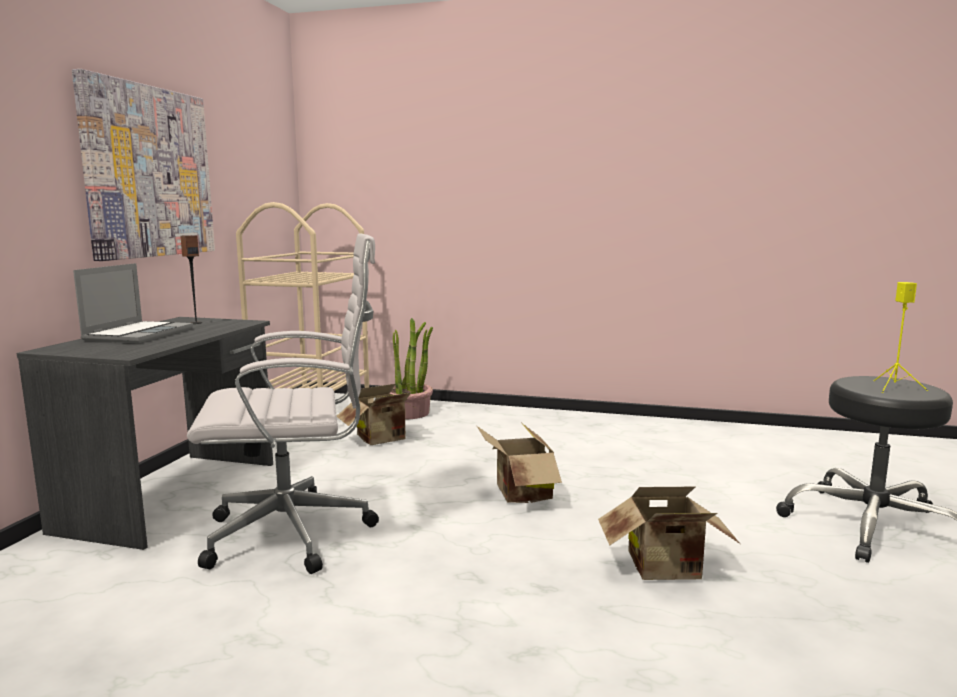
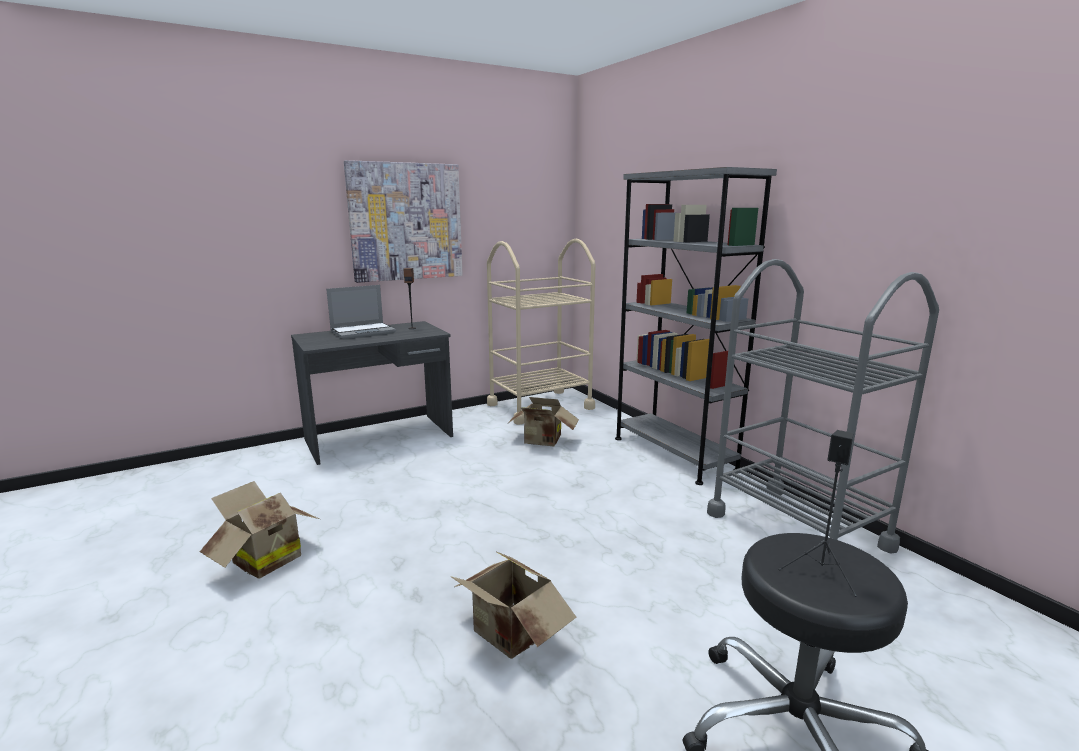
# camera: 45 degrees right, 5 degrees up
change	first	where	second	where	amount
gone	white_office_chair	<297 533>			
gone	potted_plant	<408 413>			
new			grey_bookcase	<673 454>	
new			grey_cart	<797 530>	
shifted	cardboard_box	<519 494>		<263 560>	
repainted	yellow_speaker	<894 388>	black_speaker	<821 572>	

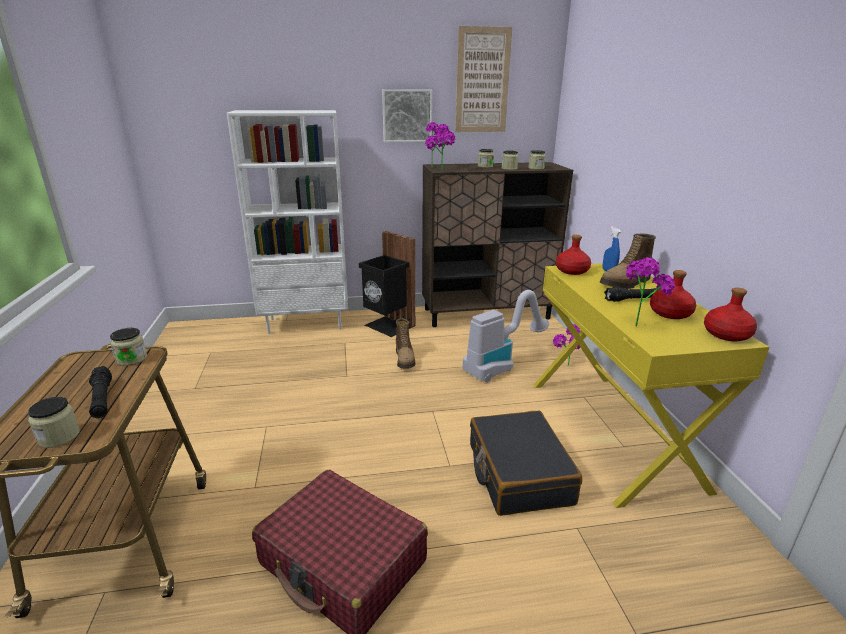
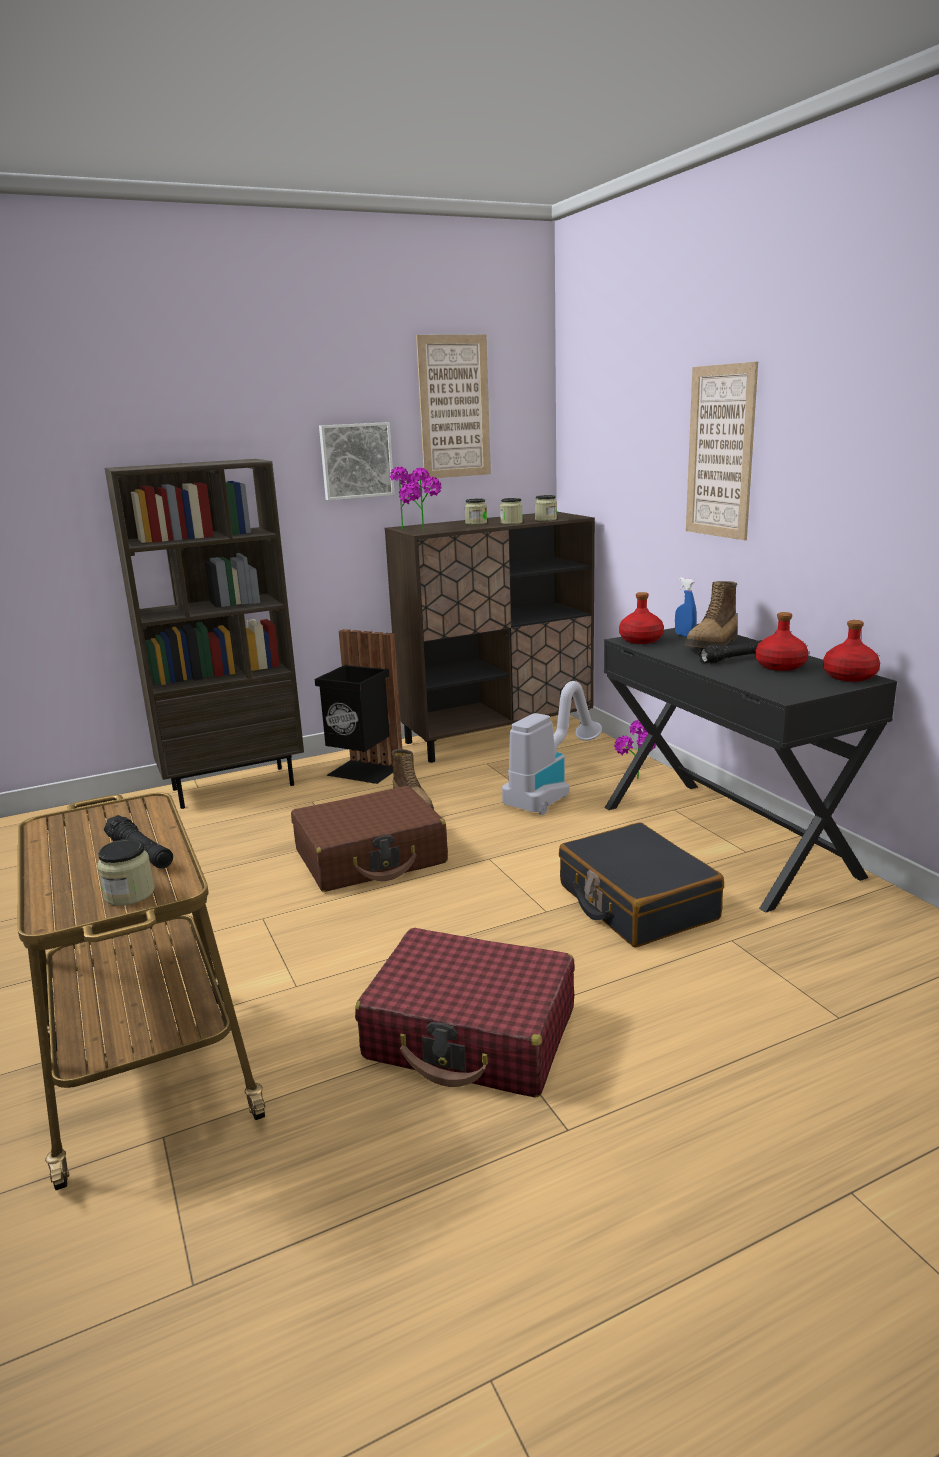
# camera: 15 degrees left, 5 degrees down
change	first	where	second	where	amount
gone	jar	<131 359>			
gone	potted_plant	<638 323>			
new			brown_suitcase	<371 857>	
new			picture	<720 452>	
repainted	white_bookcase	<306 323>	brown_bookcase	<234 786>	
repainted	yellow_desk	<612 431>	black_desk	<726 839>	

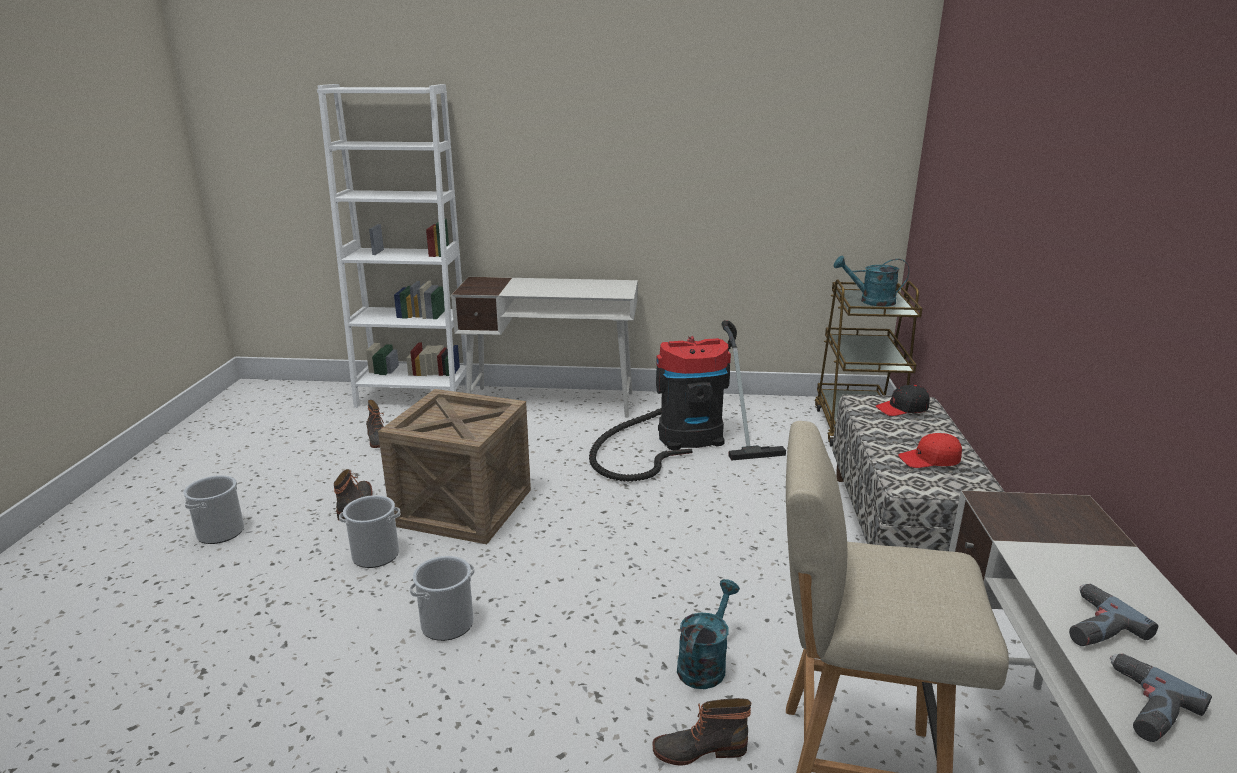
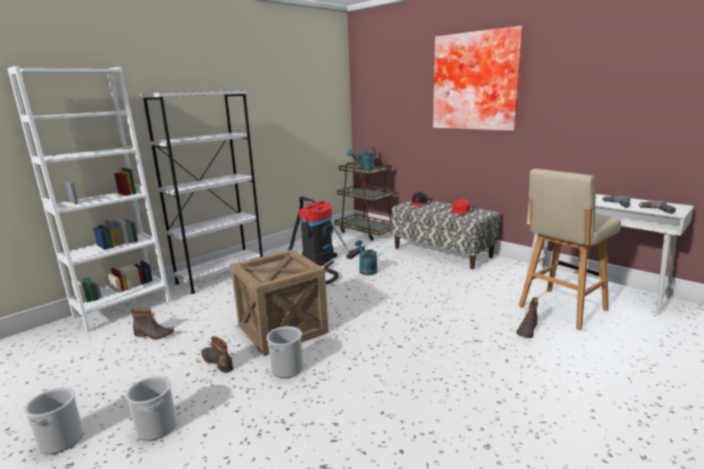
# camera: 50 degrees left, 5 degrees down
change	first	where	second	where	amount
new			picture	<476 81>	
shifted	bucket	<447 624>		<61 440>	
shifted	turquoise_watering_can	<705 663>		<366 270>	
swapped	white_desk	<552 402>	white_bookcase	<221 275>	

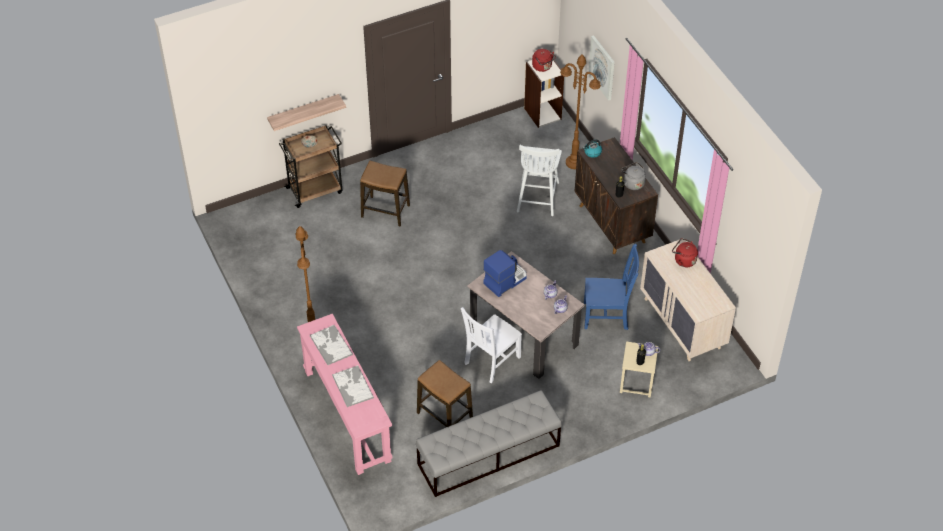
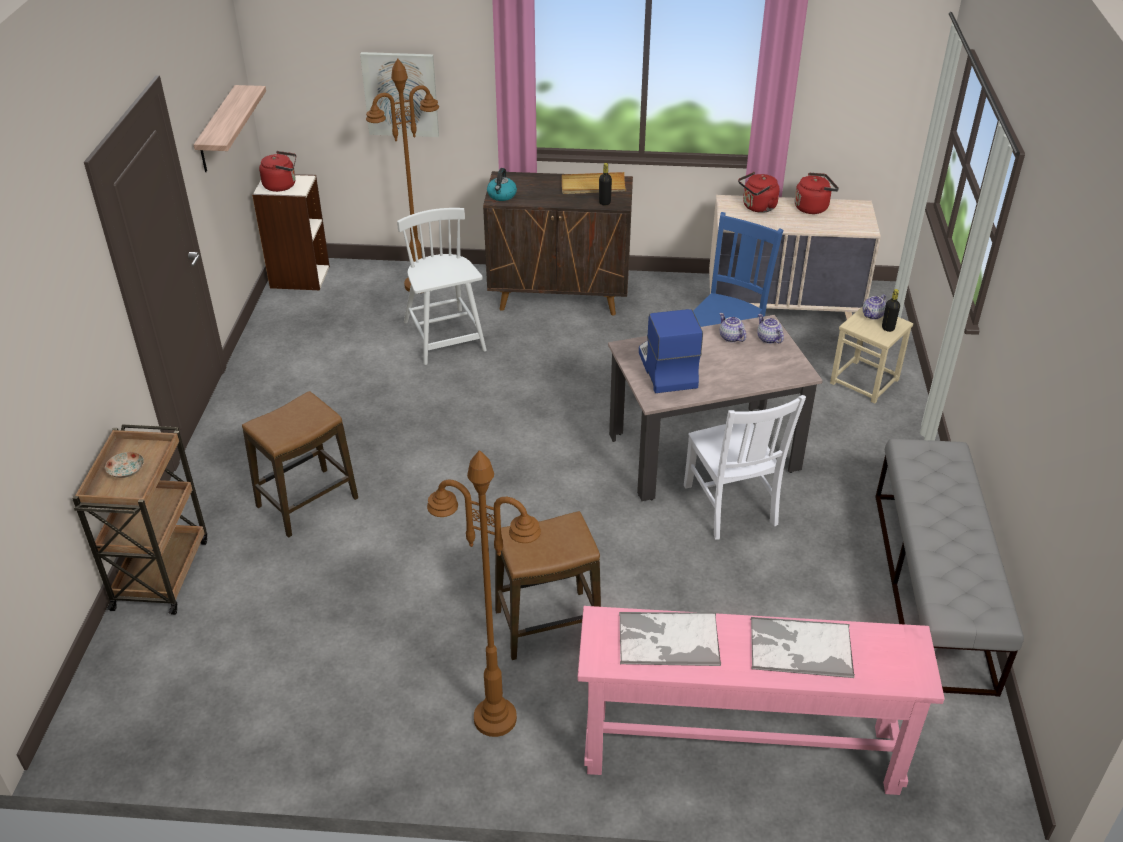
# camera: 60 degrees left, 10 degrees down
change	first	where	second	where	amount
new			red_kettle	<813 207>	
shifted	shelf	<304 112>		<218 130>	
shifted	stool	<444 416>		<547 625>	
swapped	grey_kettle	<632 183>	beige_tray	<593 186>	
rotated	white_chair	<537 196>		<444 337>	150 degrees counterclockwise

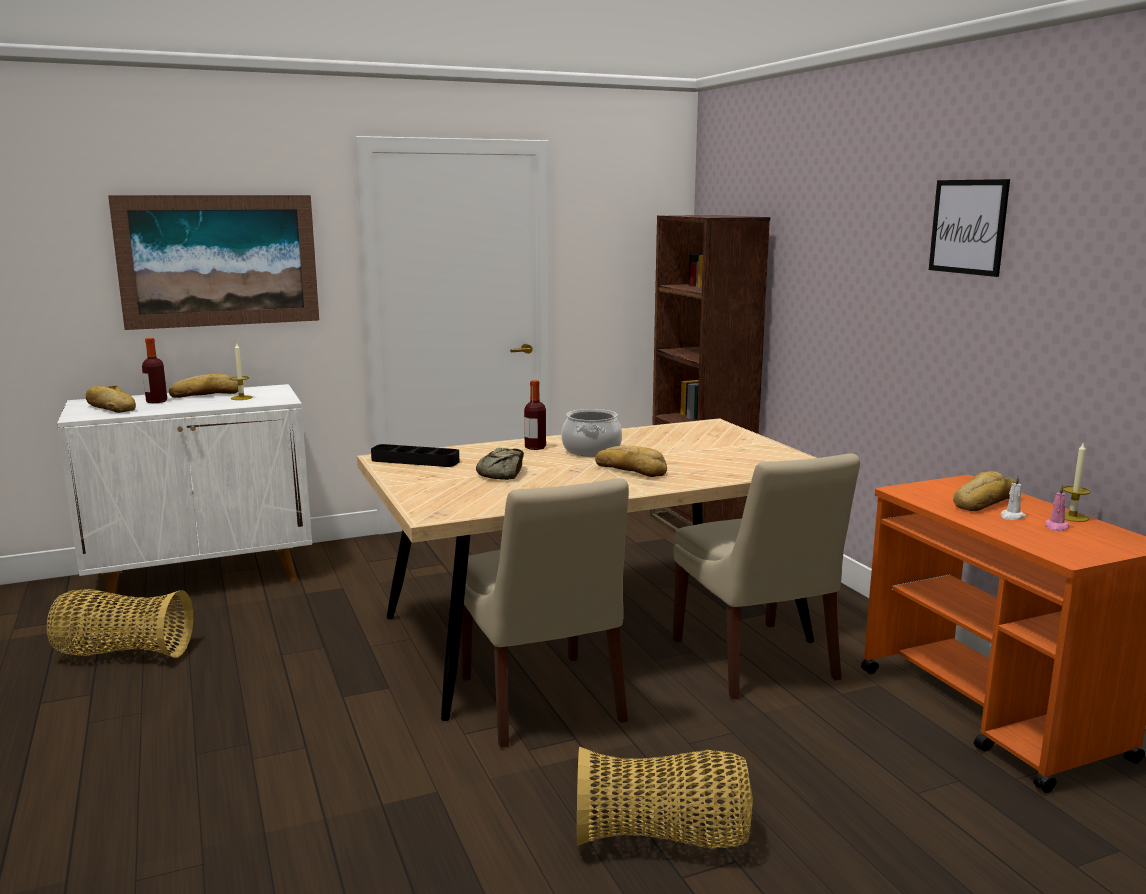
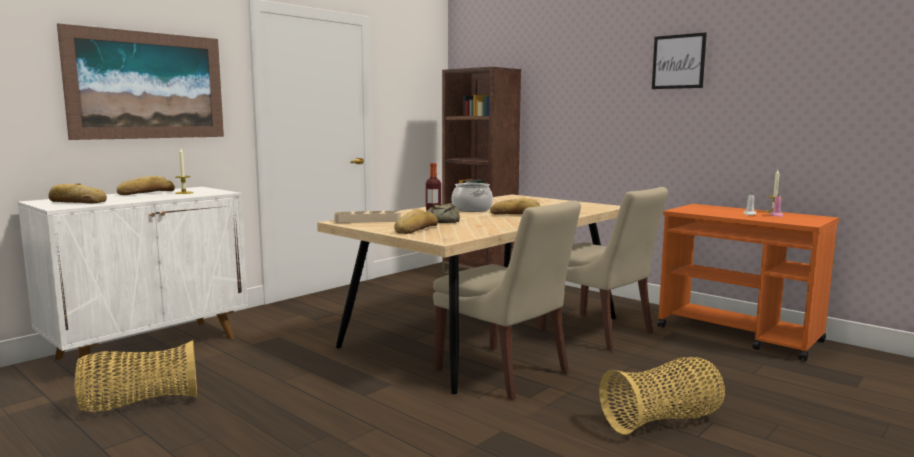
# camera: 25 degrees left, 5 degrees down
change	first	where	second	where	amount
gone	bottle	<156 401>			
shifted	bread	<983 501>		<414 229>	
repainted	black_tray	<415 461>	beige_tray	<367 221>	

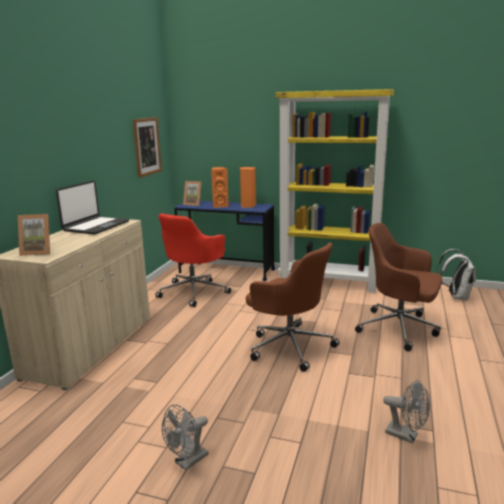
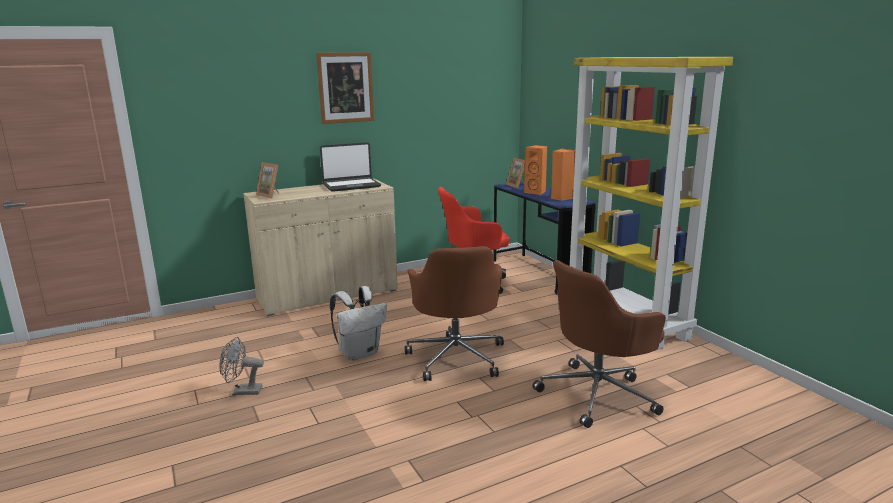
# camera: 45 degrees right, 0 degrees up
change	first	where	second	where	amount
gone	grey_fan	<406 435>			
shifted	picture	<147 146>		<345 87>	
shifted	white_backpack	<456 296>		<360 353>	
rotated	brown_office_chair	<399 328>		<598 394>	105 degrees counterclockwise

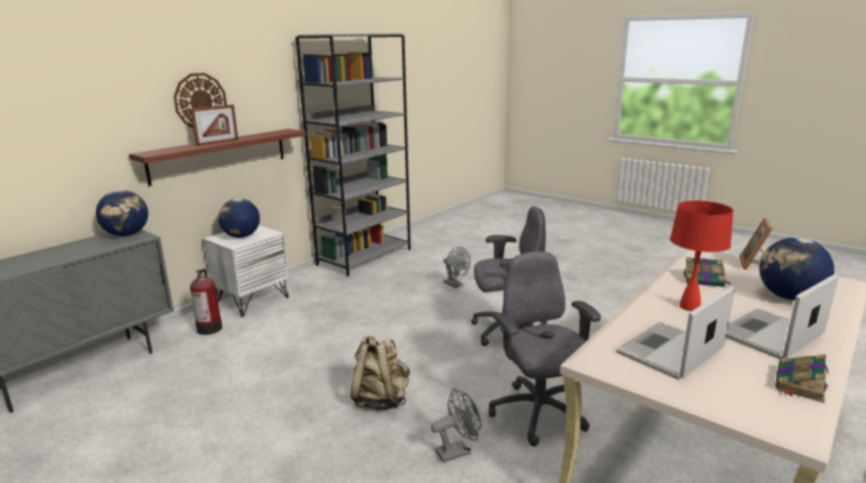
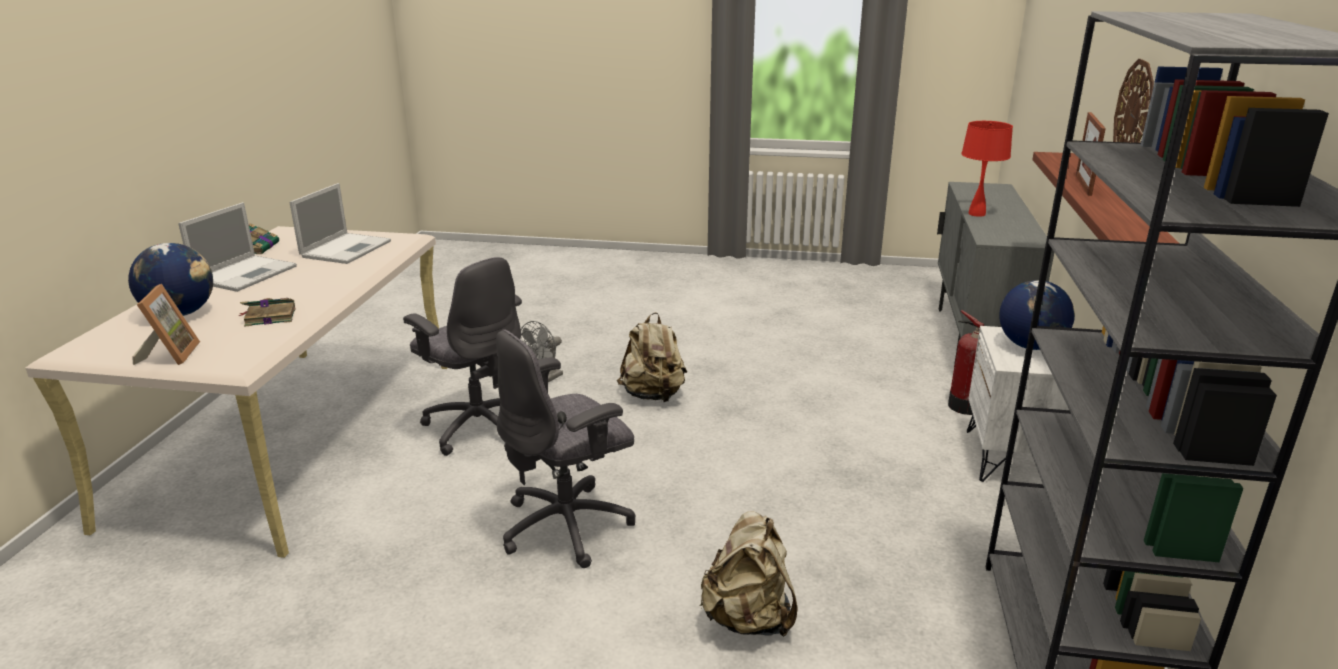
# camera: 150 degrees right, 5 degrees up
change	first	where	second	where	amount
gone	globe	<127 235>			
shifted	red_table_lamp	<689 307>		<976 214>	
swapped	grey_fan	<456 285>	beige_backpack	<748 619>	

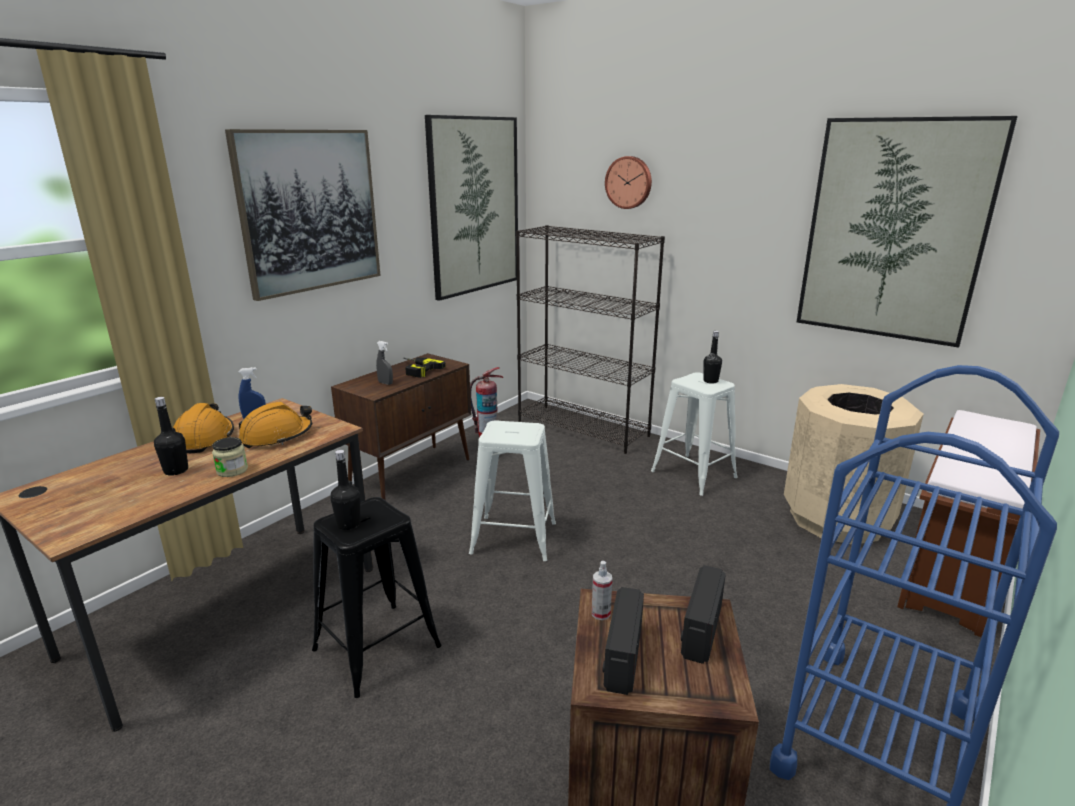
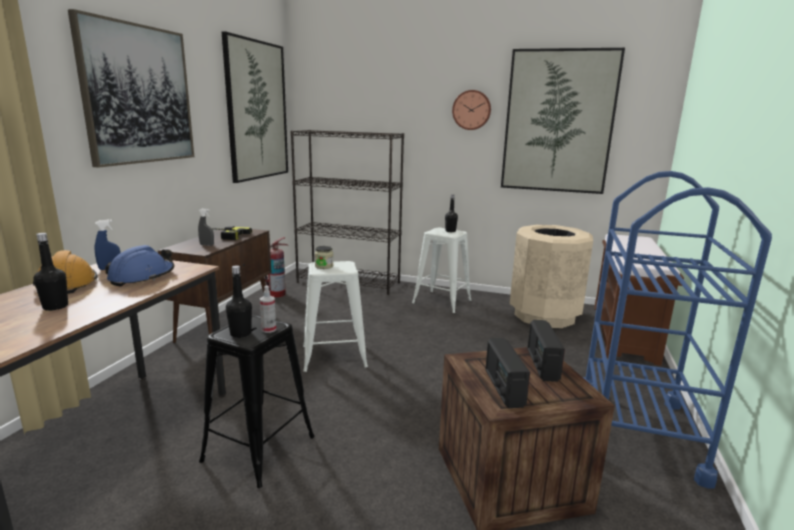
# camera: 20 degrees left, 5 degrees down
change	first	where	second	where	amount
shifted	jar	<232 470>		<324 266>	
shifted	spray_bottle	<600 613>		<269 329>	
shifted	wall_clock	<629 182>		<471 110>	
repainted	orange_hard_hat	<276 436>	blue_hard_hat	<142 277>	

